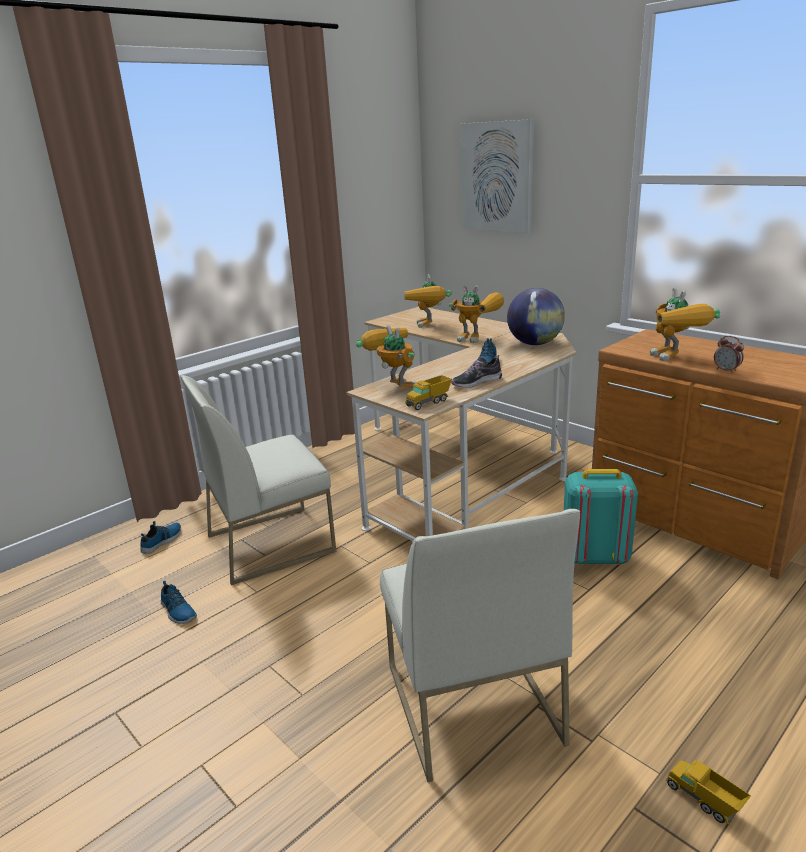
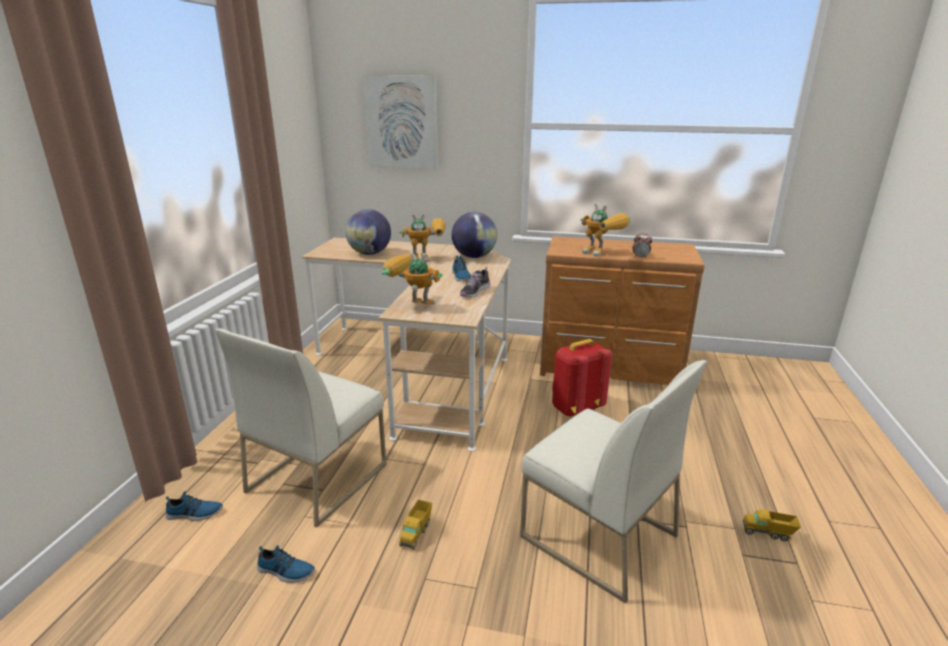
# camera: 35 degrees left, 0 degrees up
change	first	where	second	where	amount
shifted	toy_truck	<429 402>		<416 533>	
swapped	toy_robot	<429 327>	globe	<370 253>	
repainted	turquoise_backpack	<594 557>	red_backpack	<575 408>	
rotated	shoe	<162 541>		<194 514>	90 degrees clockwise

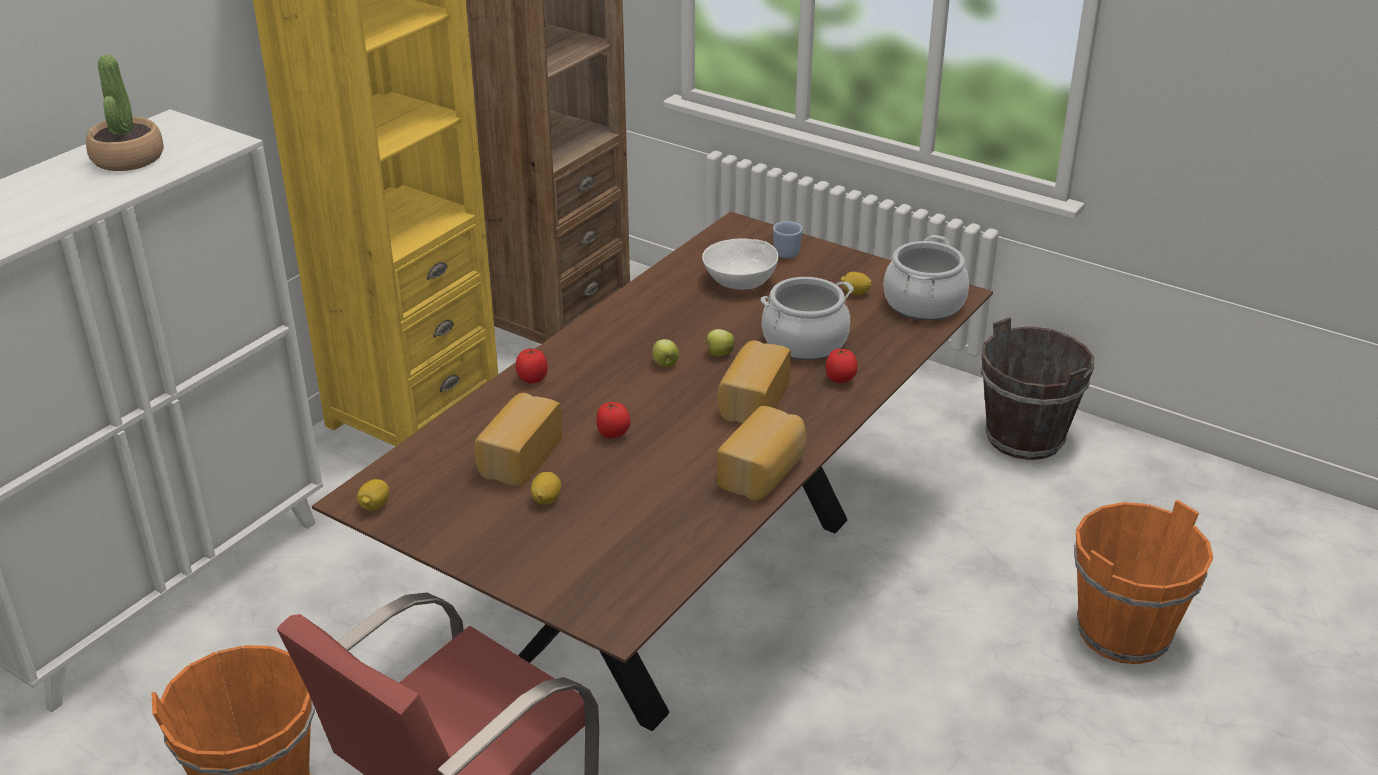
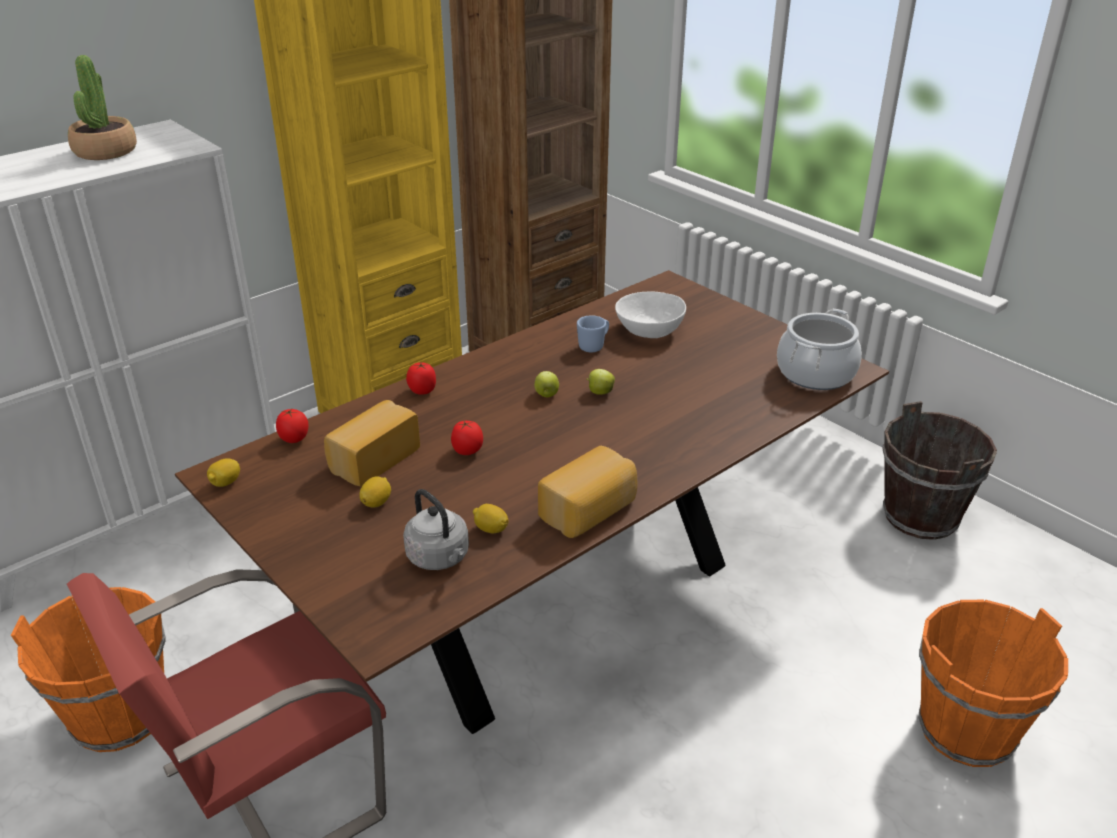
# camera: 15 degrees right, 0 degrees up
change	first	where	second	where	amount
gone	bread	<752 401>			
gone	cooking_pot	<805 342>			
new			grey_kettle	<440 558>	
shifted	blue_mug	<789 252>		<594 346>	
shifted	tomato	<840 380>		<294 440>	
shifted	lemon	<855 293>		<491 529>	

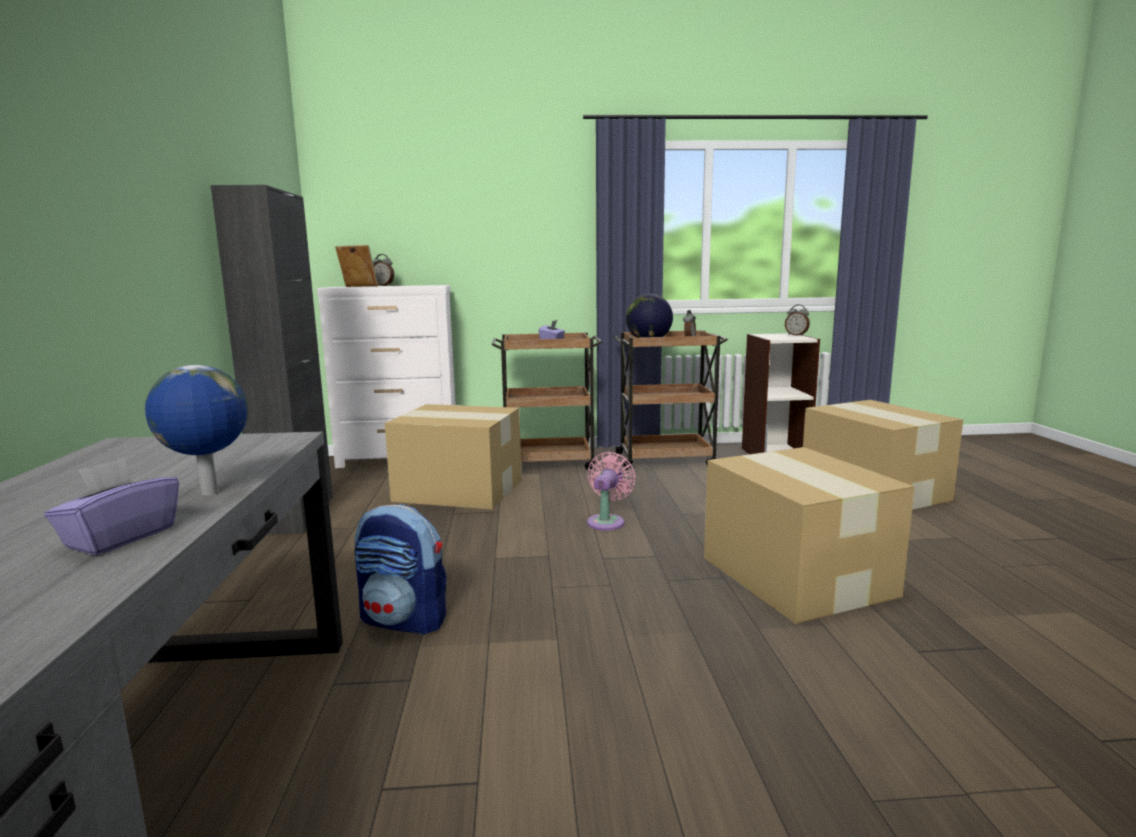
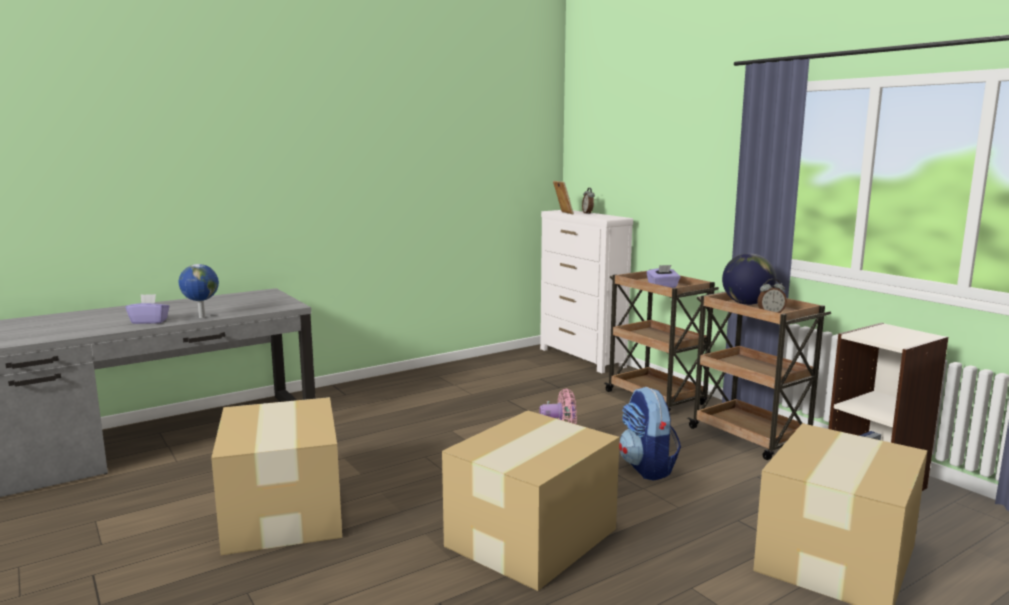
# camera: 60 degrees right, 0 degrees up
change	first	where	second	where	amount
gone	black_cabinet	<296 514>			
gone	alarm_clock	<796 335>			
shifted	backpack	<405 620>		<647 468>	
shifted	cardboard_box	<460 490>		<282 514>	

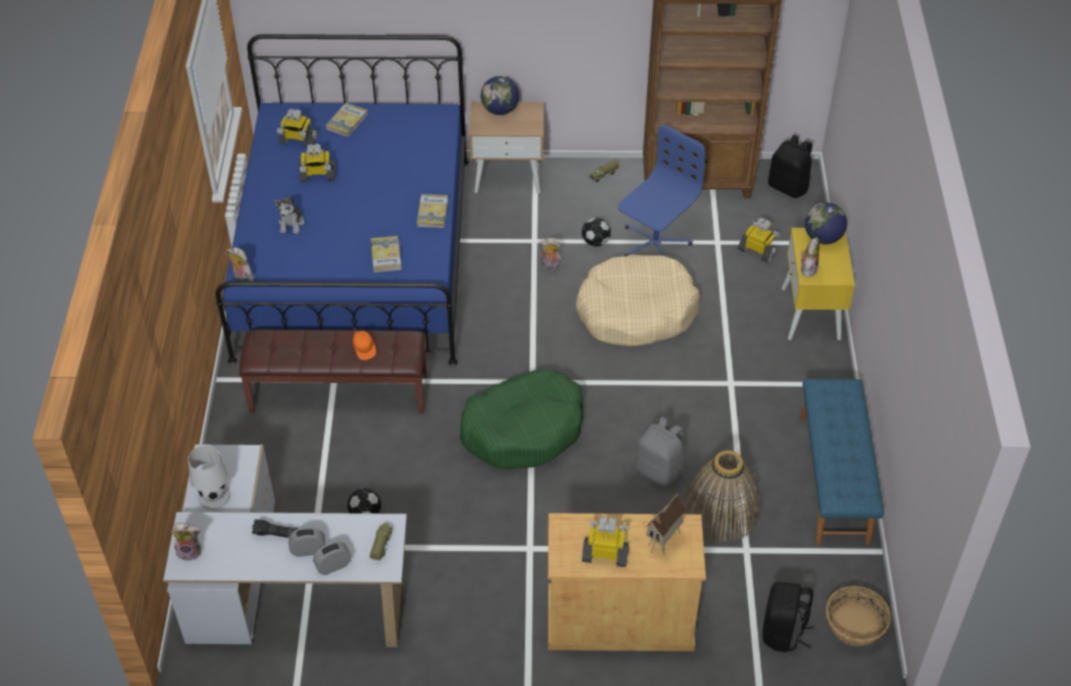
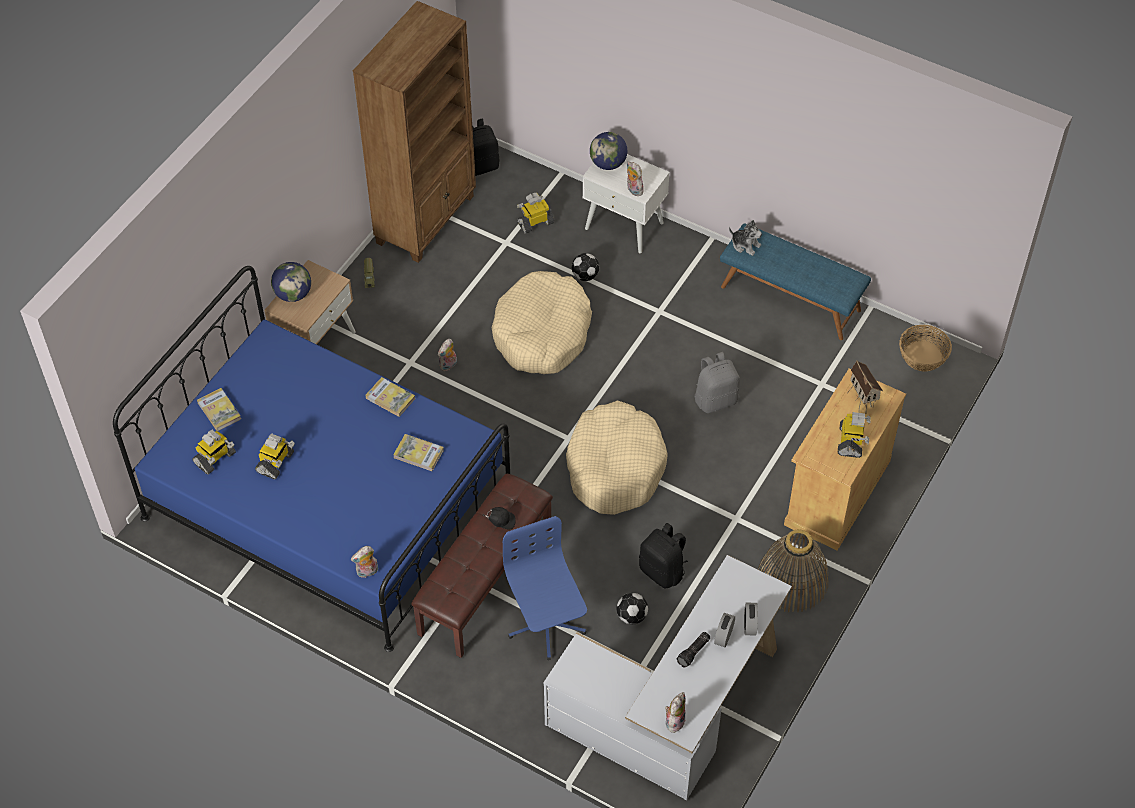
# camera: 60 degrees left, 5 degrees up
change	first	where	second	where	amount
gone	white_table_lamp	<213 496>			
gone	toy_truck	<381 545>			
shifted	plush_toy	<291 223>		<745 245>	
shifted	football	<596 242>		<585 276>	
shifted	blue_office_chair	<654 243>		<546 625>	
shifted	basket	<721 510>		<792 581>	
shifted	black_backpack	<783 632>		<663 571>	
repainted	orange_cap	<364 349>	black_cap	<501 521>	
repainted	green_dog_bed	<524 429>	beige_dog_bed	<615 467>	
repainted	yellow_nightstand	<811 313>	white_nightstand	<624 225>	
rotated	toy_robot	<605 554>		<851 442>	150 degrees clockwise

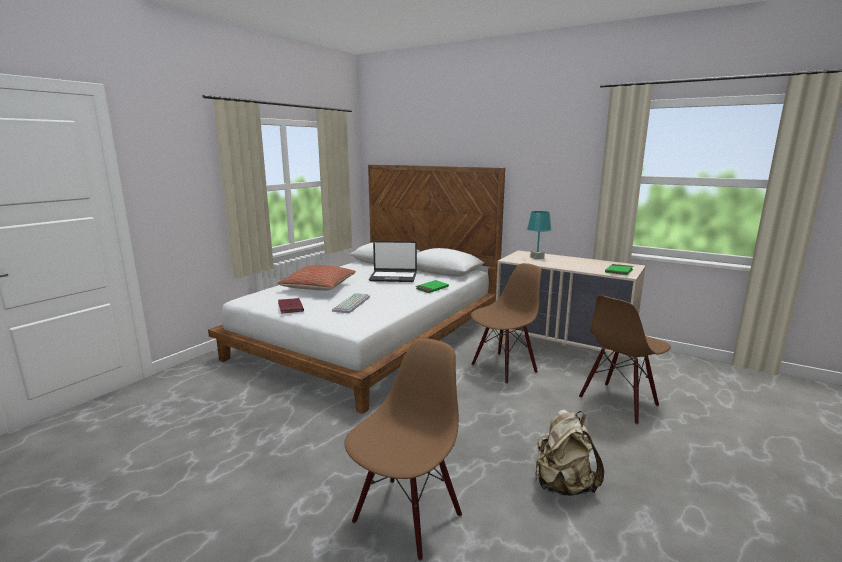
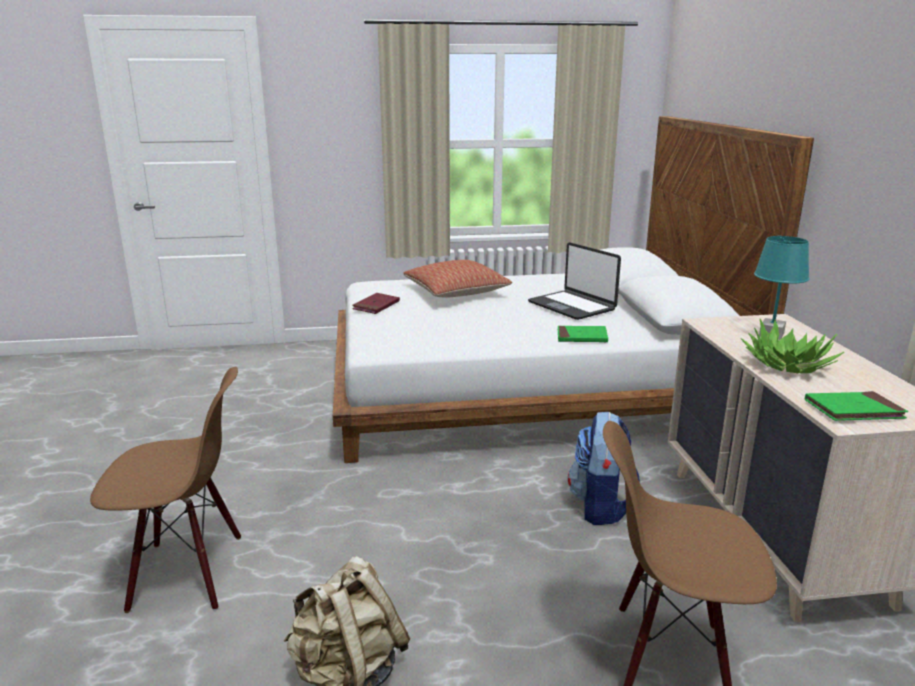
# camera: 50 degrees right, 5 degrees up
change	first	where	second	where	amount
gone	keyboard	<352 304>			
new			potted_plant	<788 364>	
swapped	brown_chair	<503 368>	backpack	<601 506>	

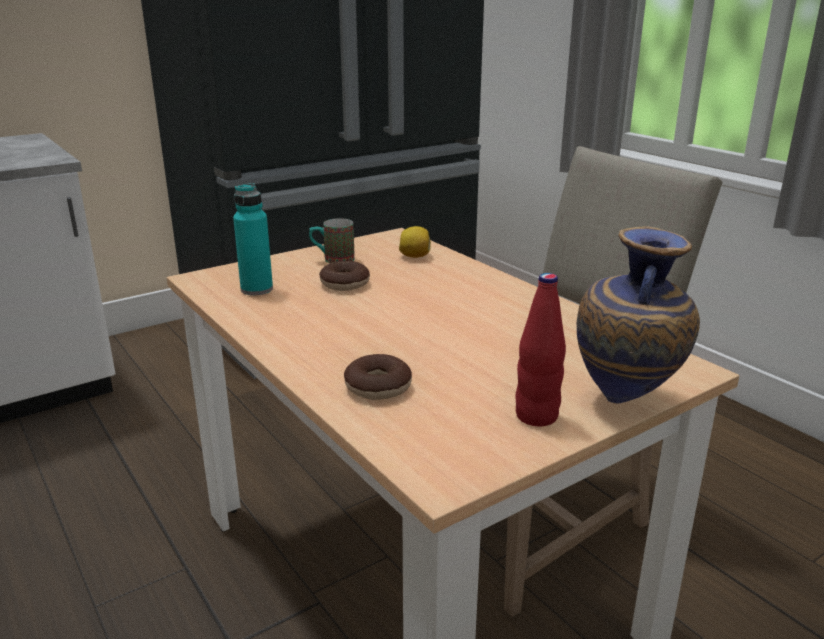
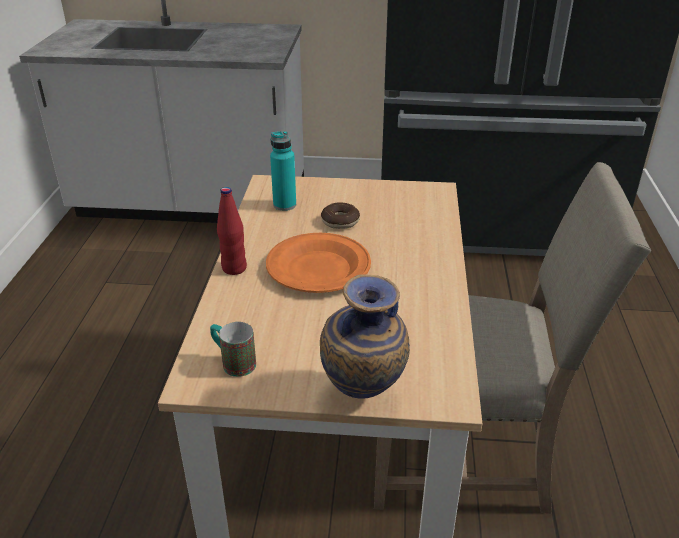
# camera: 40 degrees right, 10 degrees up
change	first	where	second	where	amount
gone	donut	<378 387>			
gone	lemon	<415 256>			
new			orange_plate	<319 268>	
shifted	mug	<332 260>		<233 362>	
shifted	red_bottle	<536 416>		<234 268>	

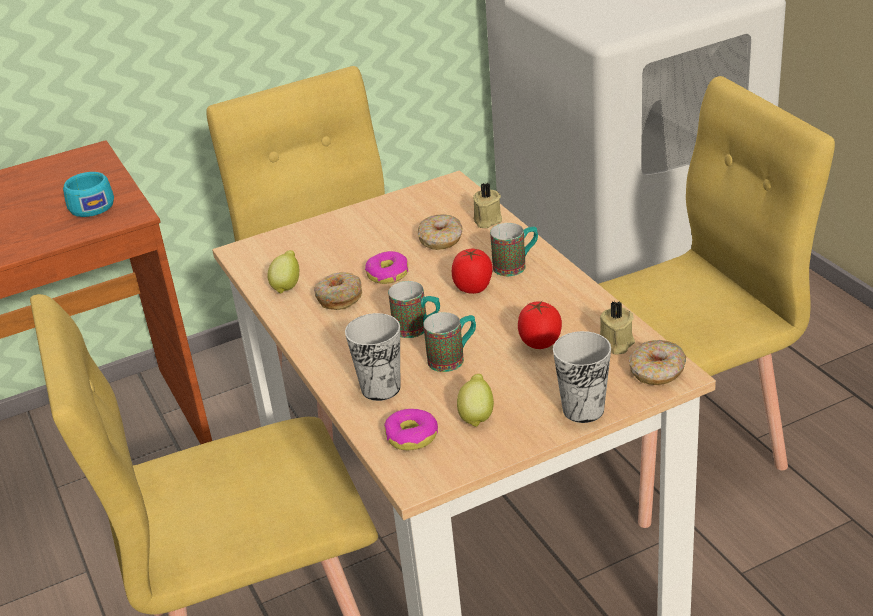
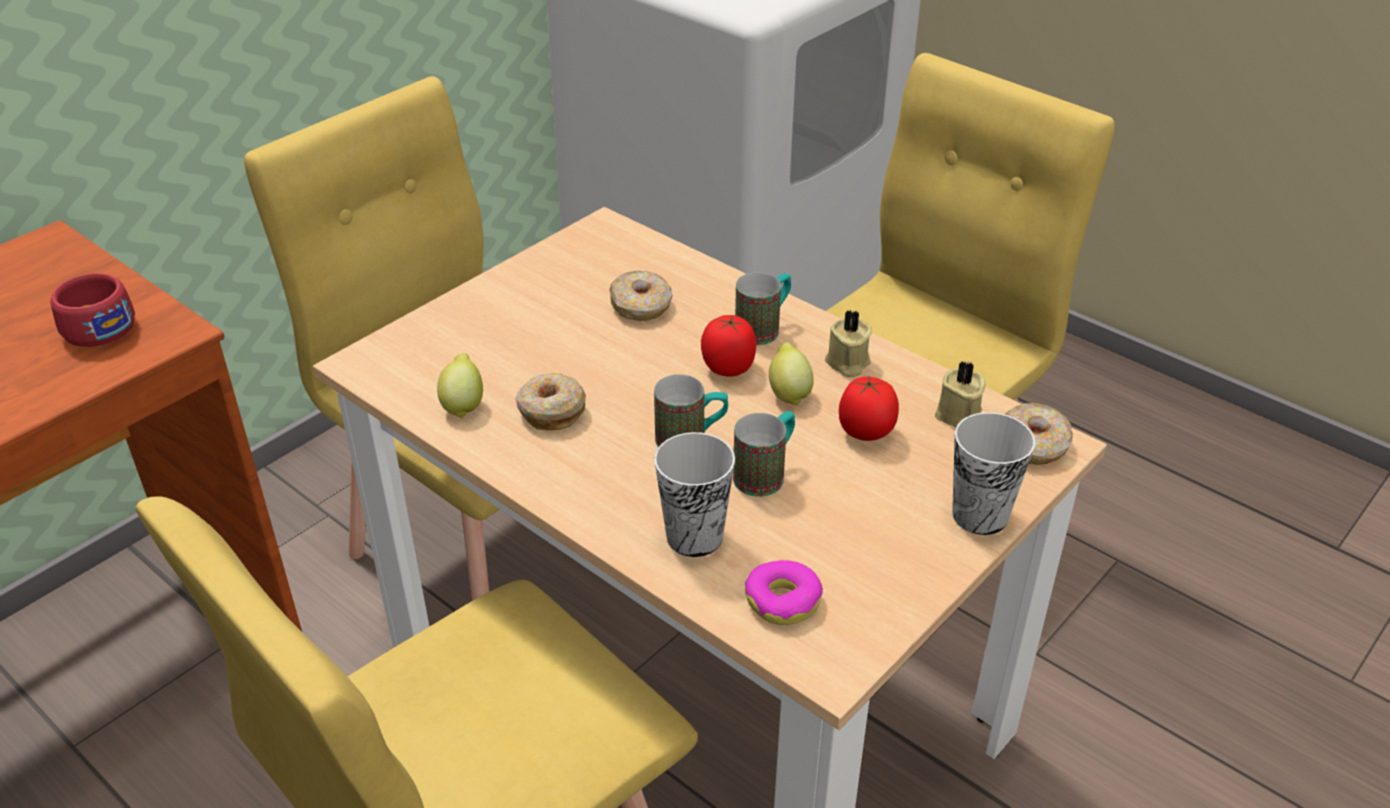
# camera: 25 degrees left, 5 degrees up
change	first	where	second	where	amount
gone	donut	<387 274>			
shifted	lemon	<477 416>		<789 393>	
shifted	beige_candle	<486 220>		<847 363>	
repainted	turquoise_cup	<90 205>	red_cup	<94 326>	

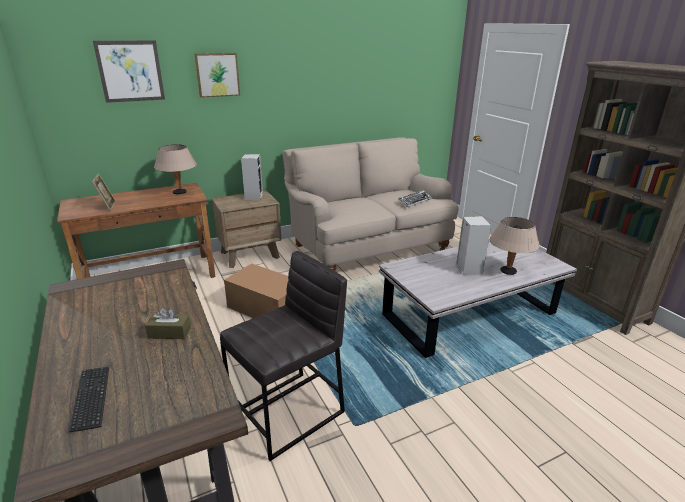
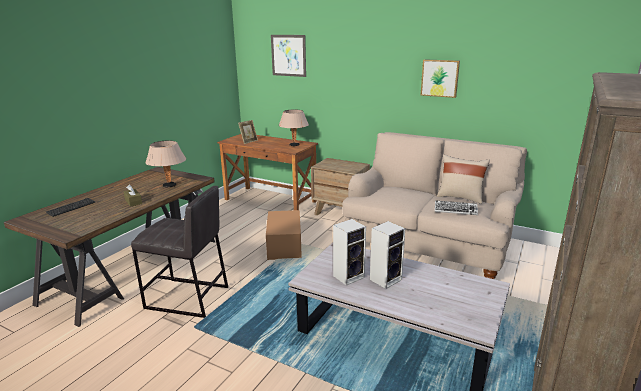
# camera: 55 degrees right, 5 degrees down
change	first	where	second	where	amount
new			beige_pillow	<460 197>	
shifted	picture	<217 75>		<440 78>	
shifted	speaker	<253 196>		<349 276>	
shifted	beige_table_lamp	<508 271>		<169 185>	

